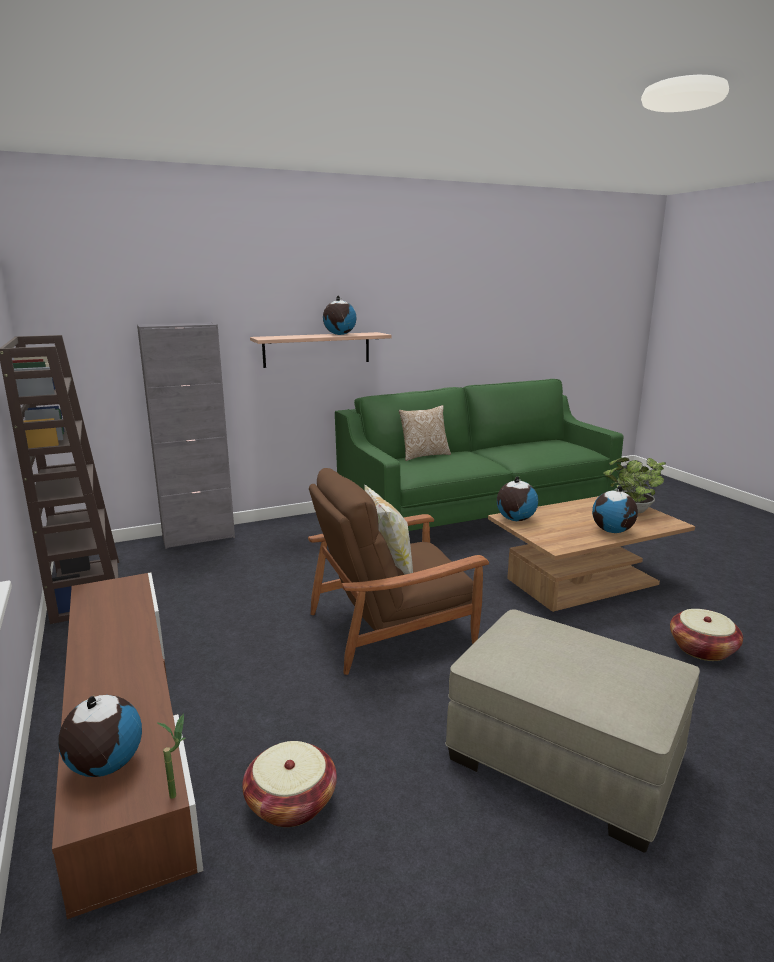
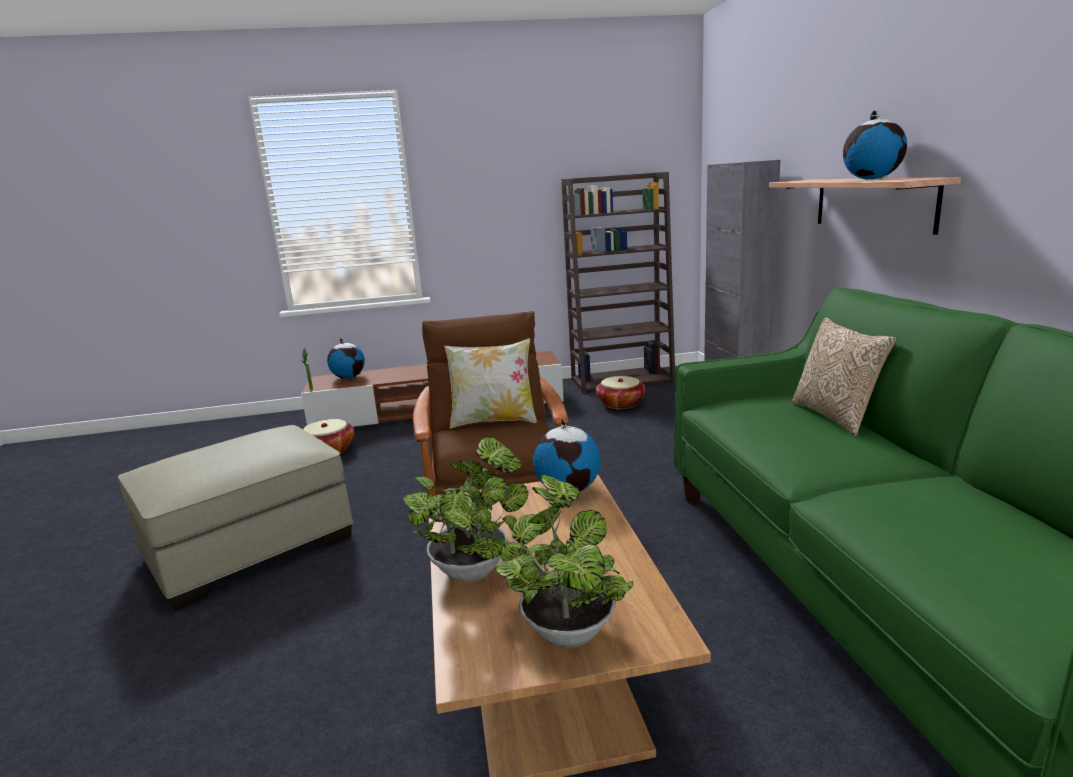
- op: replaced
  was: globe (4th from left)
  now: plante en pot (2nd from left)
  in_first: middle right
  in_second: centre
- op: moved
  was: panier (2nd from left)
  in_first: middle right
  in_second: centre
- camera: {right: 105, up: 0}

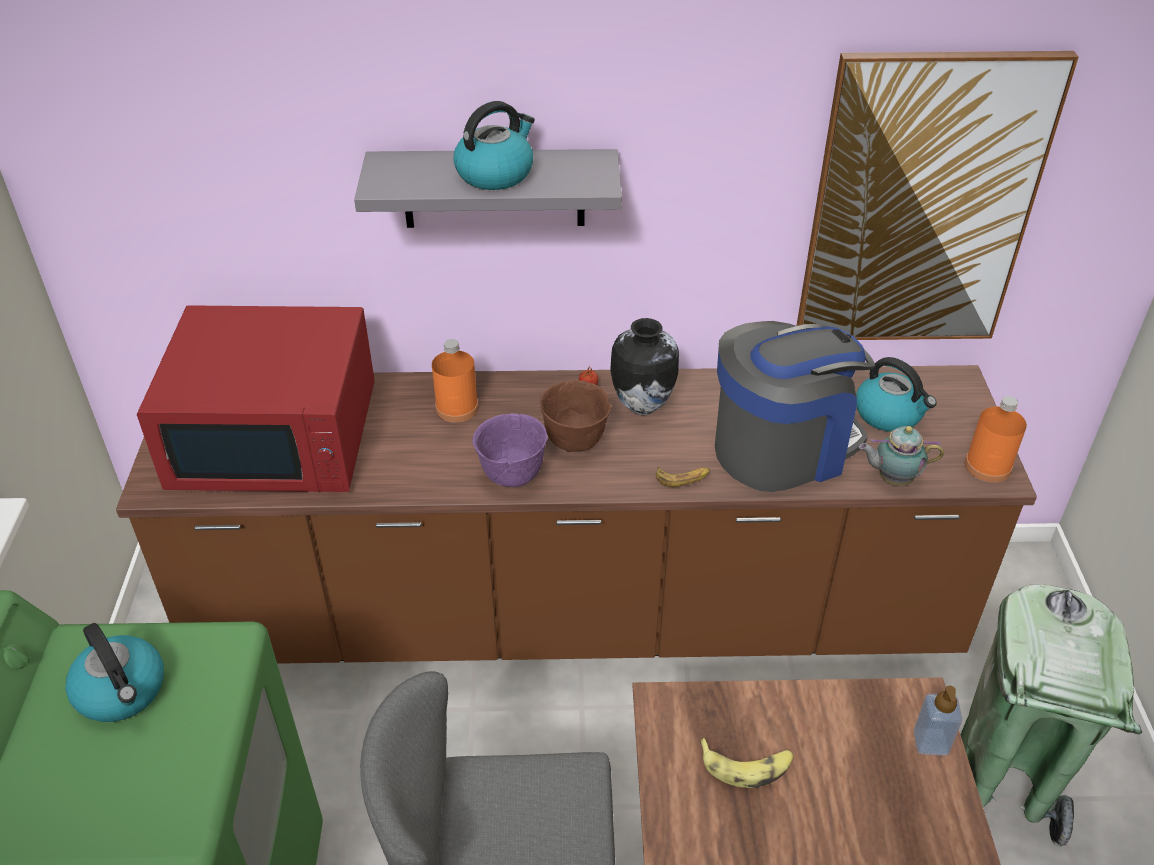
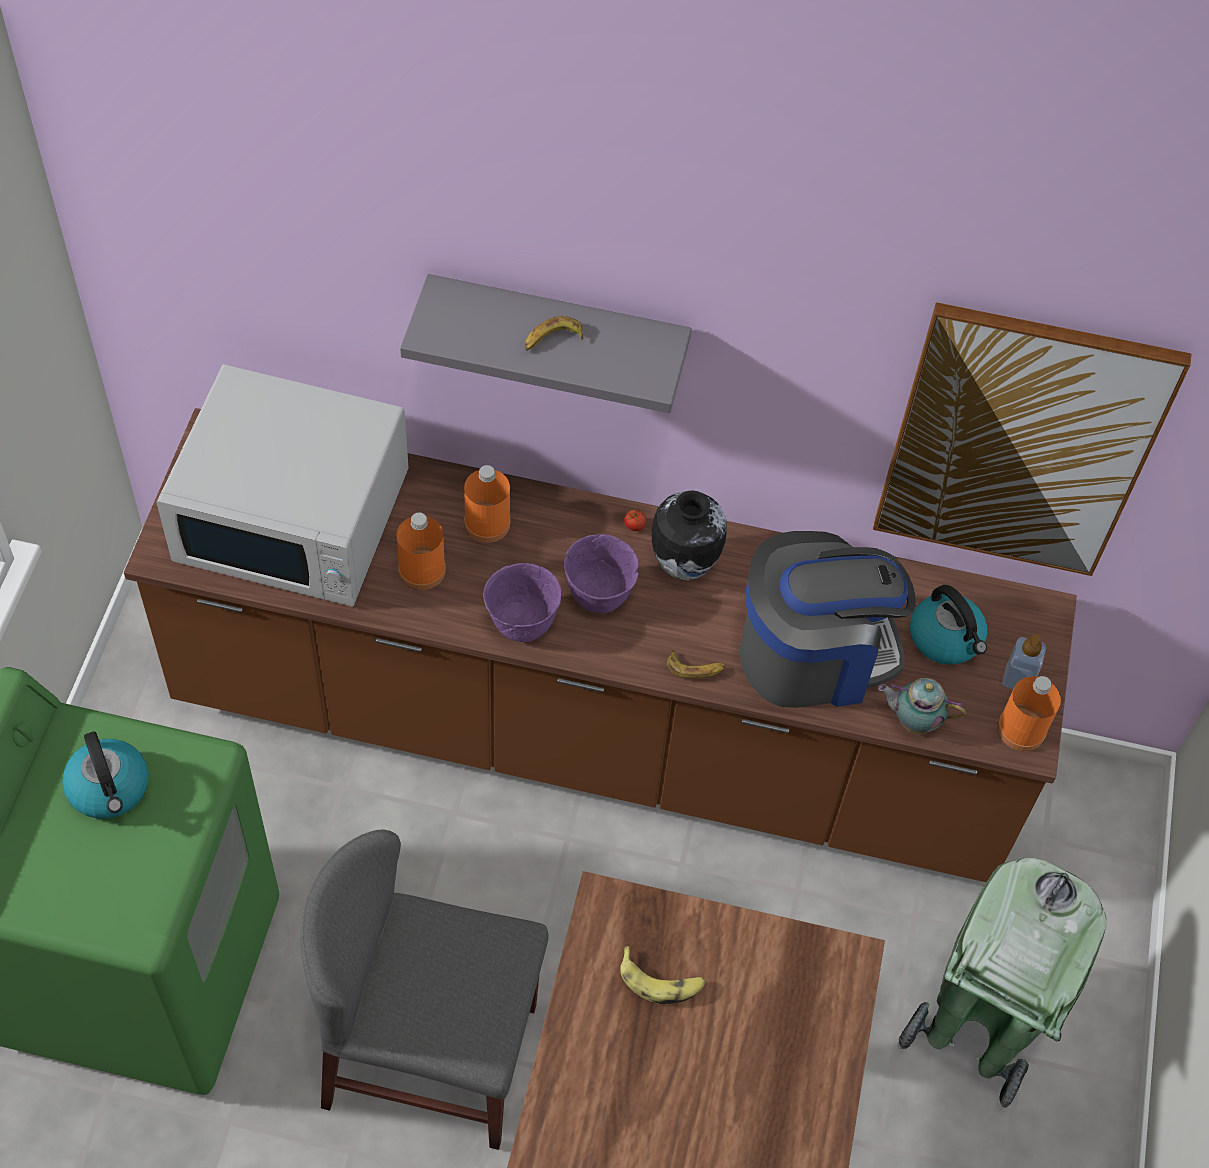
- op: recoloured
  was: micro-ondes (rouge)
  now: micro-ondes (blanc)
  in_first: middle left
  in_second: middle left
- op: added
  now: bouteille (orange) (1st from left)
  in_second: centre
- op: replaced
  was: bouilloire (2nd from left)
  now: banane (1st from left)
  in_first: top centre
  in_second: top centre
- op: recoloured
  was: bol (marron)
  now: bol (violet) (2nd from left)
  in_first: centre
  in_second: centre
- op: moved
  was: distributeur de savon
  in_first: bottom right
  in_second: middle right
- camera: {right: 10, up: 15}

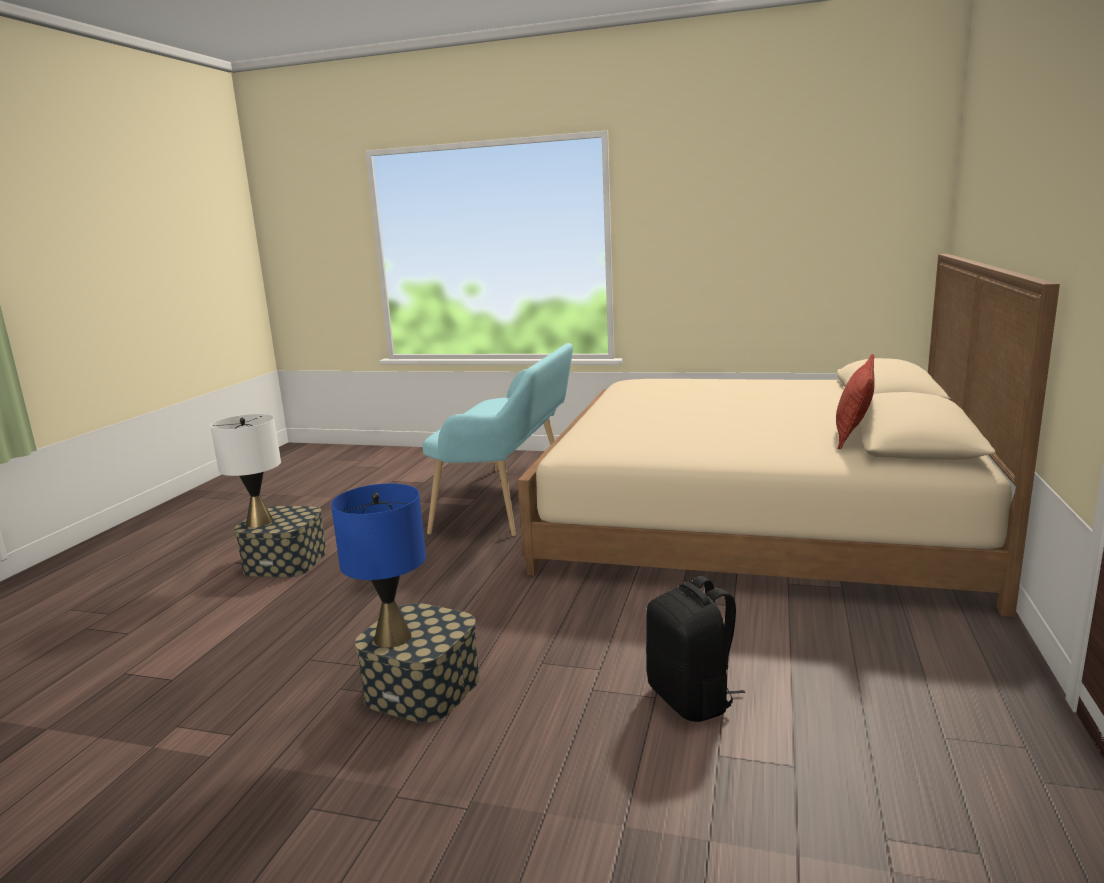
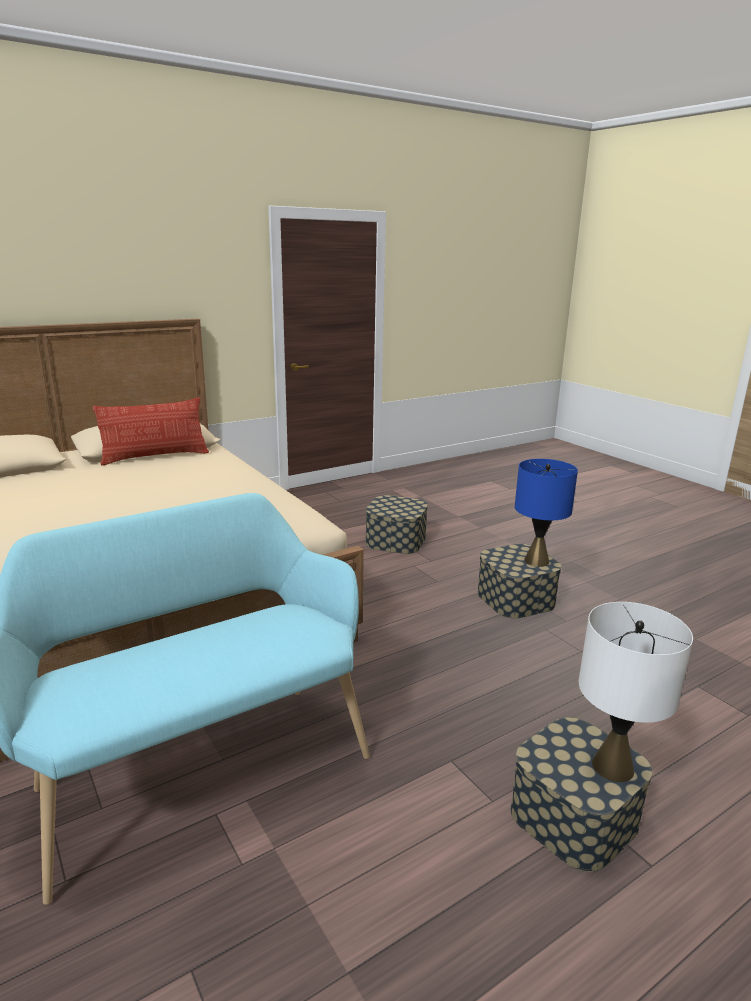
- op: replaced
  was: sac à dos (noir)
  now: boîte de rangement (1st from left)
  in_first: bottom centre
  in_second: centre
- camera: {right: -140, up: 5}

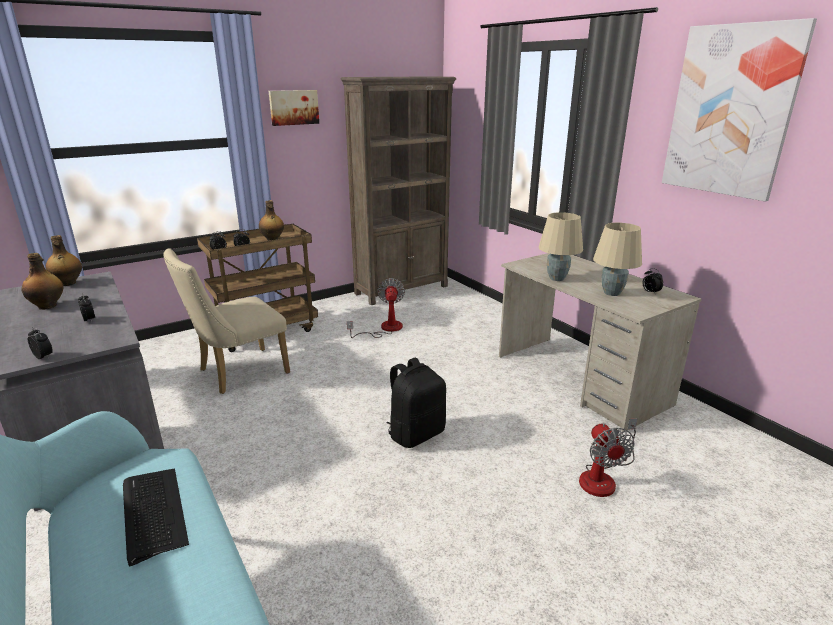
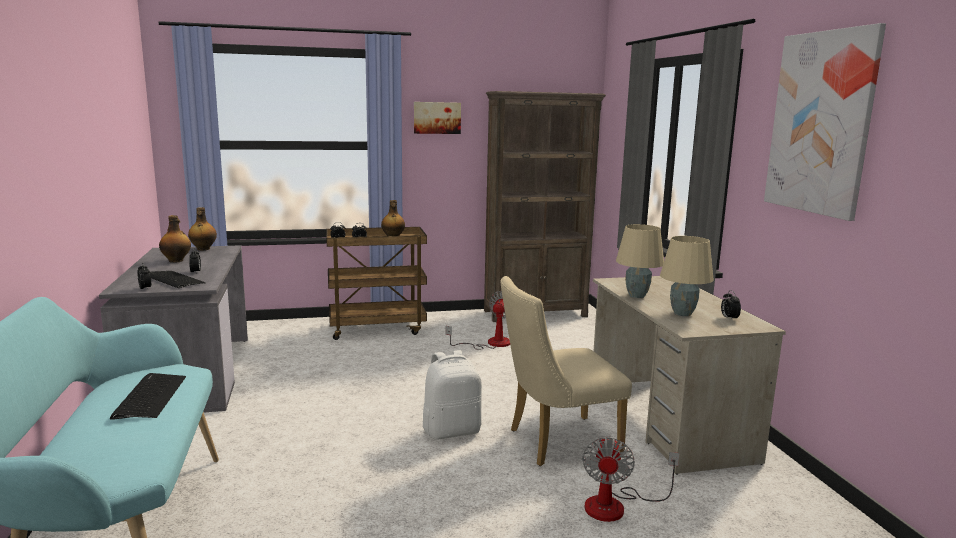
- op: added
  now: clavier (2nd from left)
  in_second: middle left
- op: recoloured
  was: sac à dos (noir)
  now: sac à dos (blanc)
  in_first: centre
  in_second: bottom centre
- op: moved
  was: chaise (beige)
  in_first: middle left
  in_second: bottom centre
- camera: {right: 20, up: -10}

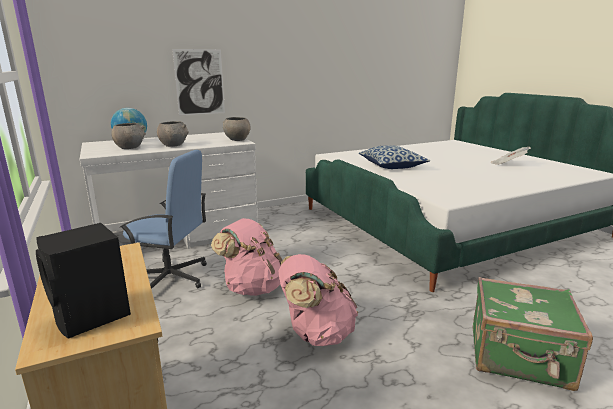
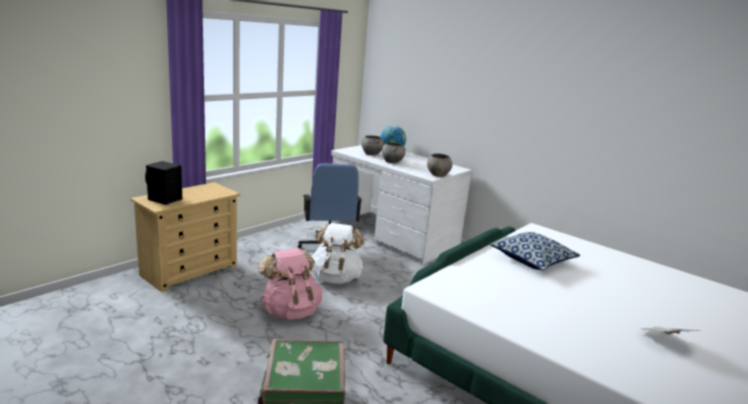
- op: recoloured
  was: sac à dos (rose) (1st from left)
  now: sac à dos (blanc)
  in_first: centre
  in_second: centre
- op: removed
  was: tableau
  in_first: top left
- camera: {right: 65, up: 0}

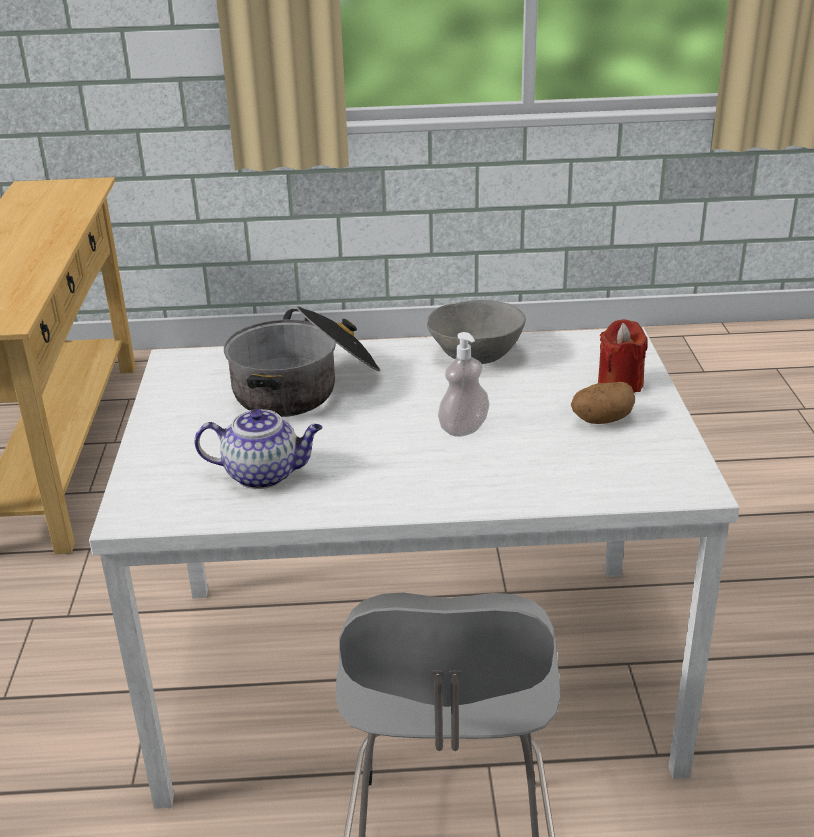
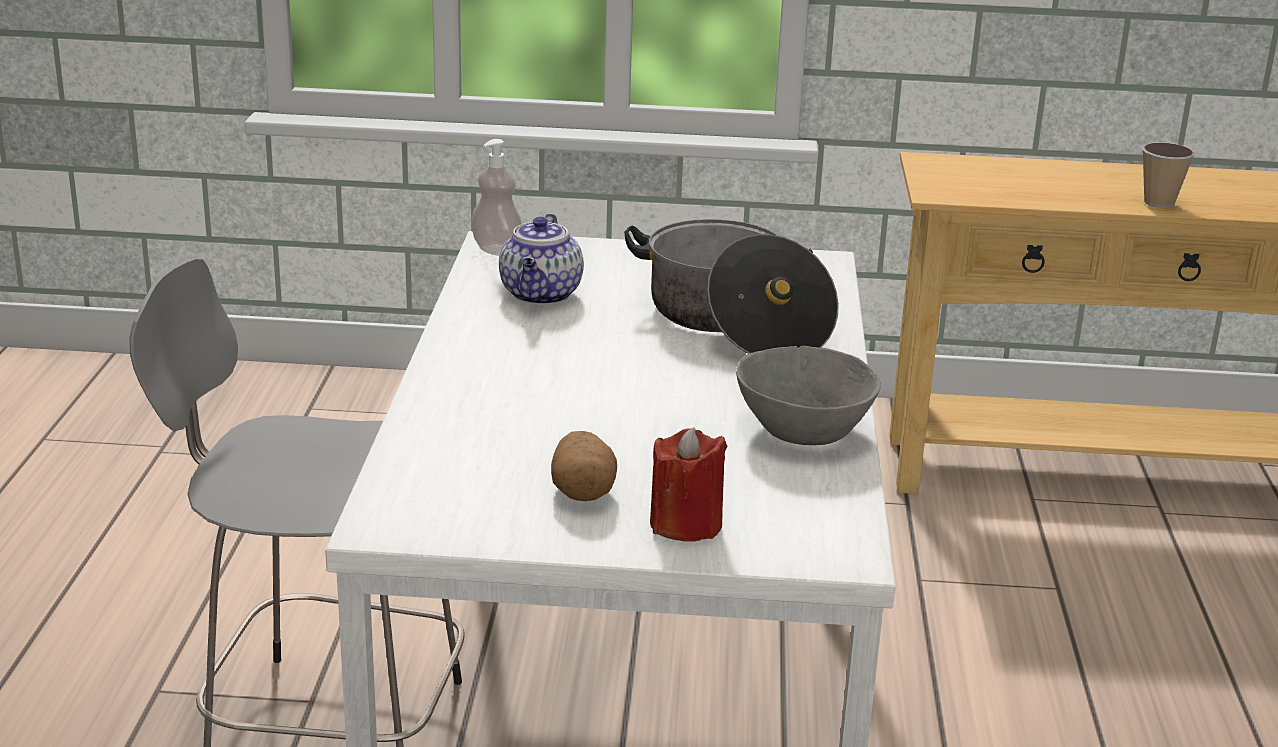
- op: moved
  was: distributeur de savon
  in_first: centre
  in_second: top centre
- op: added
  now: tasse
  in_second: top right
- camera: {right: 95, up: -5}

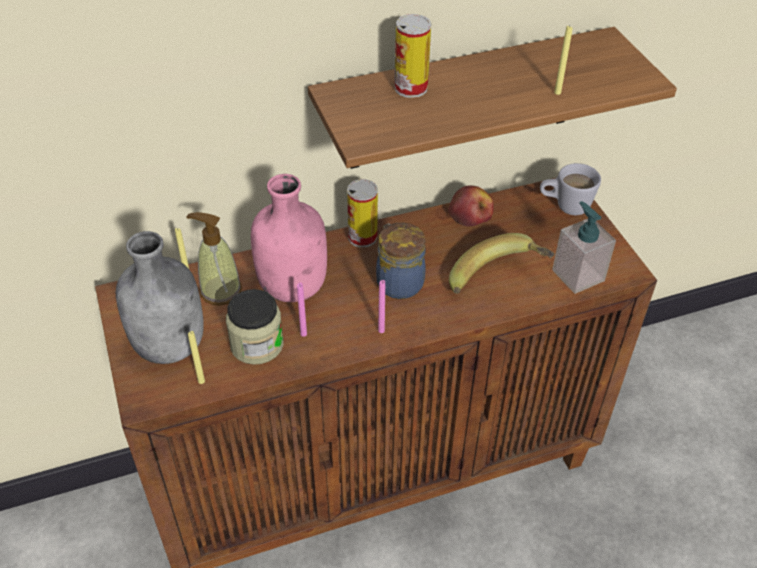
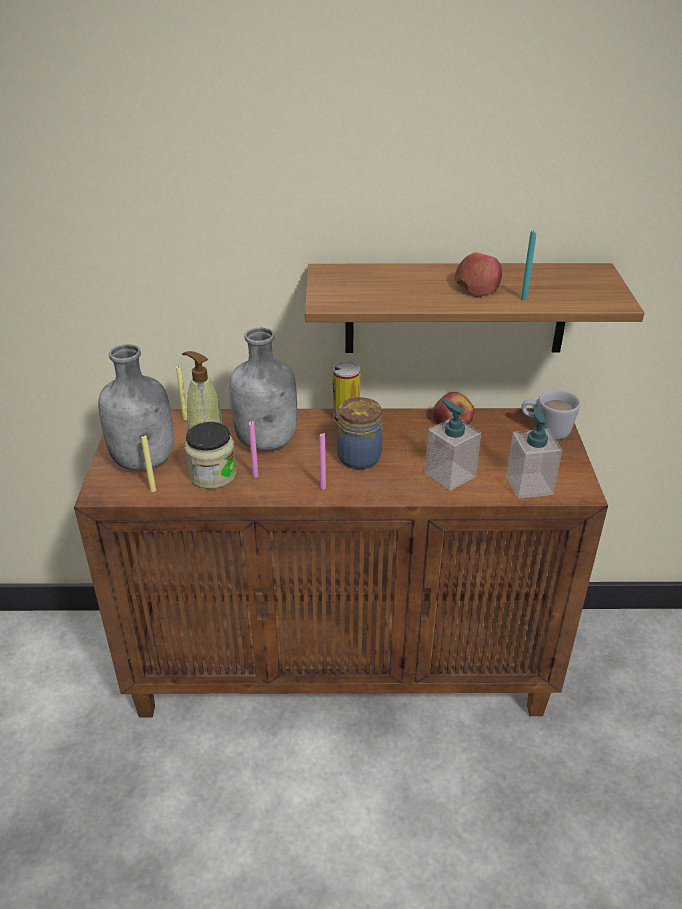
- op: recoloured
  was: bouteille (rose)
  now: bouteille (gris) (2nd from left)
  in_first: centre
  in_second: centre
- op: replaced
  was: banane
  now: distributeur de savon (2nd from left)
  in_first: centre
  in_second: centre
- op: added
  now: pomme (2nd from left)
  in_second: top right
- op: recoloured
  was: bougie (jaune) (3rd from left)
  now: bougie (turquoise)
  in_first: top right
  in_second: top right
- op: removed
  was: boîte métallique (2nd from left)
  in_first: top centre
- camera: {right: 20, up: -10}

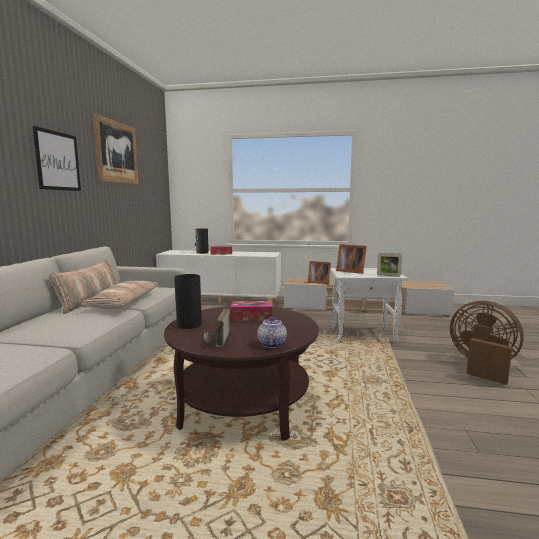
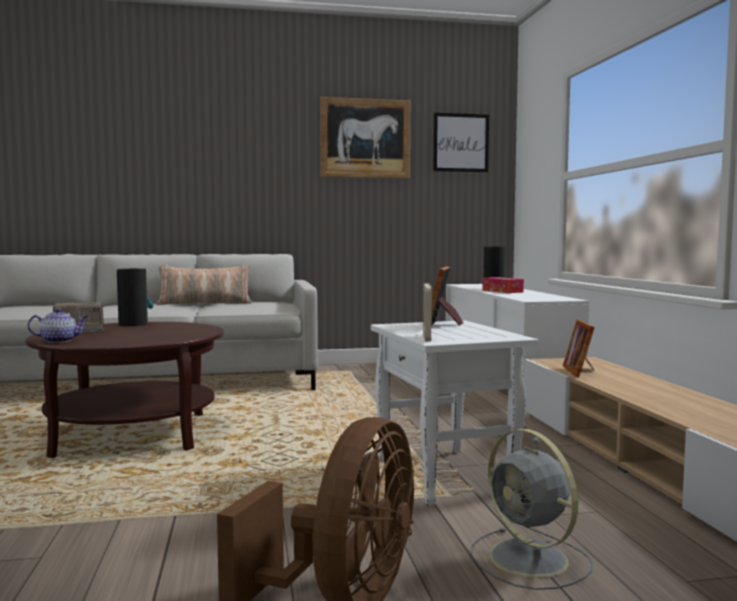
- op: moved
  was: tableau (1st from left in the first image)
  now: tableau (2nd from left)
  in_first: top left
  in_second: top centre
- op: added
  now: ventilateur (gris)
  in_second: bottom right
- op: removed
  was: coussin (2nd from left)
  in_first: middle left
- op: removed
  was: boîte à mouchoirs (2nd from left)
  in_first: centre
- camera: {right: 70, up: -5}

